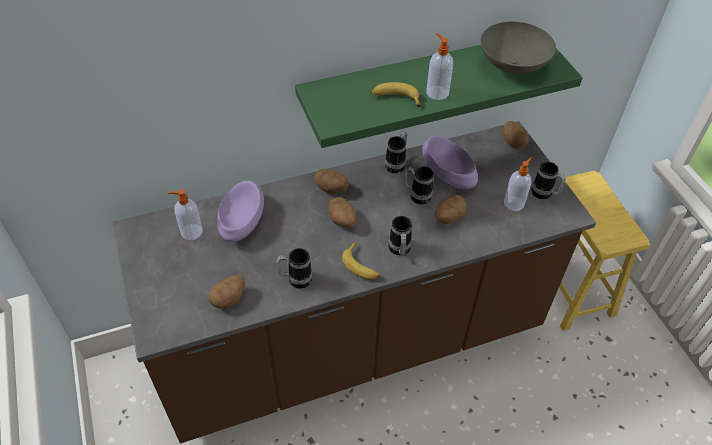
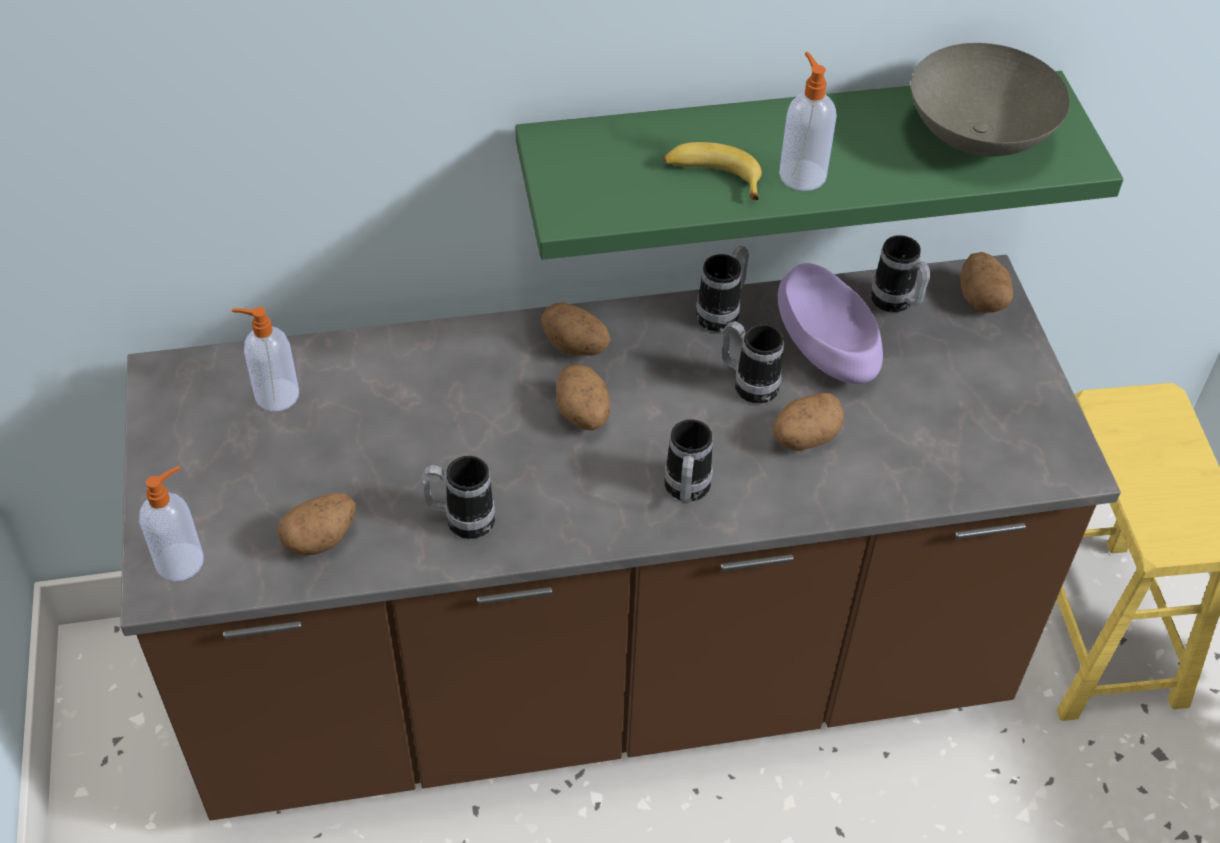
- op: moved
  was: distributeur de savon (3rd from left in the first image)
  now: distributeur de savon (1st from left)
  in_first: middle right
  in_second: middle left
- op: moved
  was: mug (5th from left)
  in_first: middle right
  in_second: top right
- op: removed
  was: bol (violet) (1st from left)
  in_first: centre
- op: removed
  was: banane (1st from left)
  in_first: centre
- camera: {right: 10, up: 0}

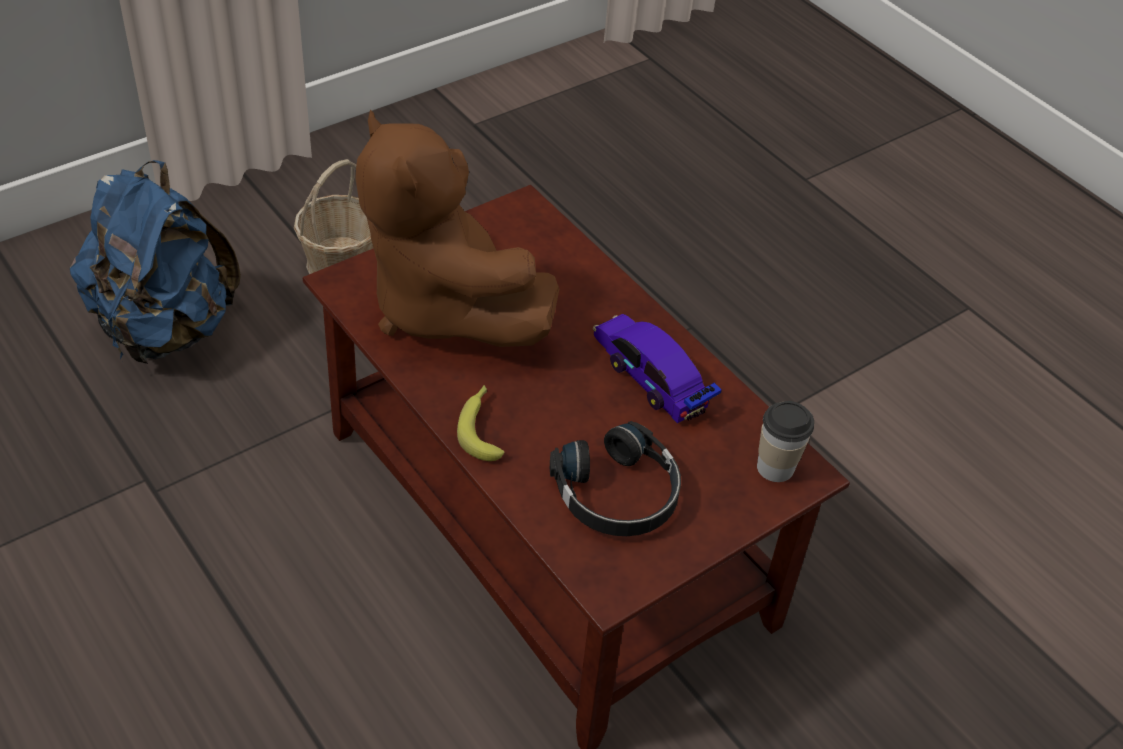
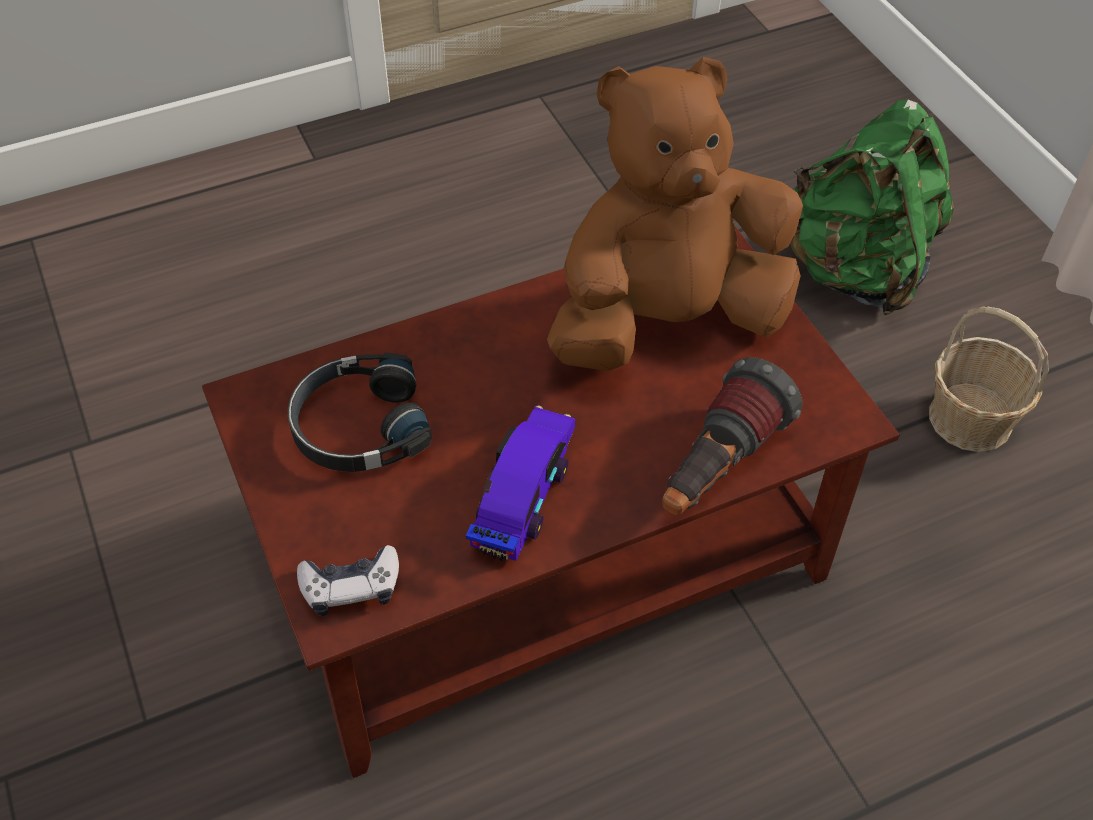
- op: replaced
  was: tasse
  now: manette
  in_first: middle right
  in_second: bottom left
- op: turned
  was: petite voiture
  in_first: centre
  in_second: centre
  clockwise: -45
- op: added
  now: lampe de poche
  in_second: middle right
- op: recoloured
  was: sac à dos (bleu)
  now: sac à dos (vert)
  in_first: middle left
  in_second: top right
- op: removed
  was: banane
  in_first: centre
- camera: {right: 105, up: 5}

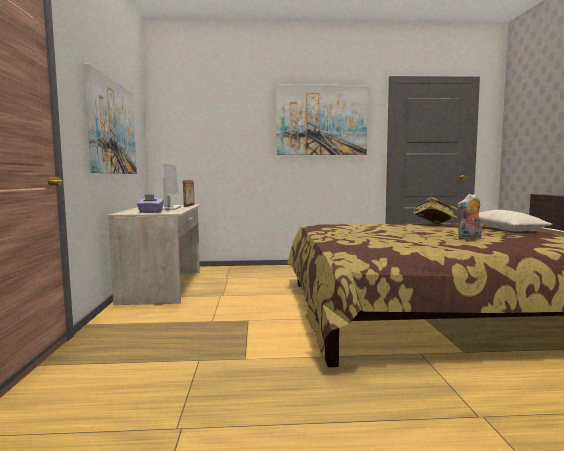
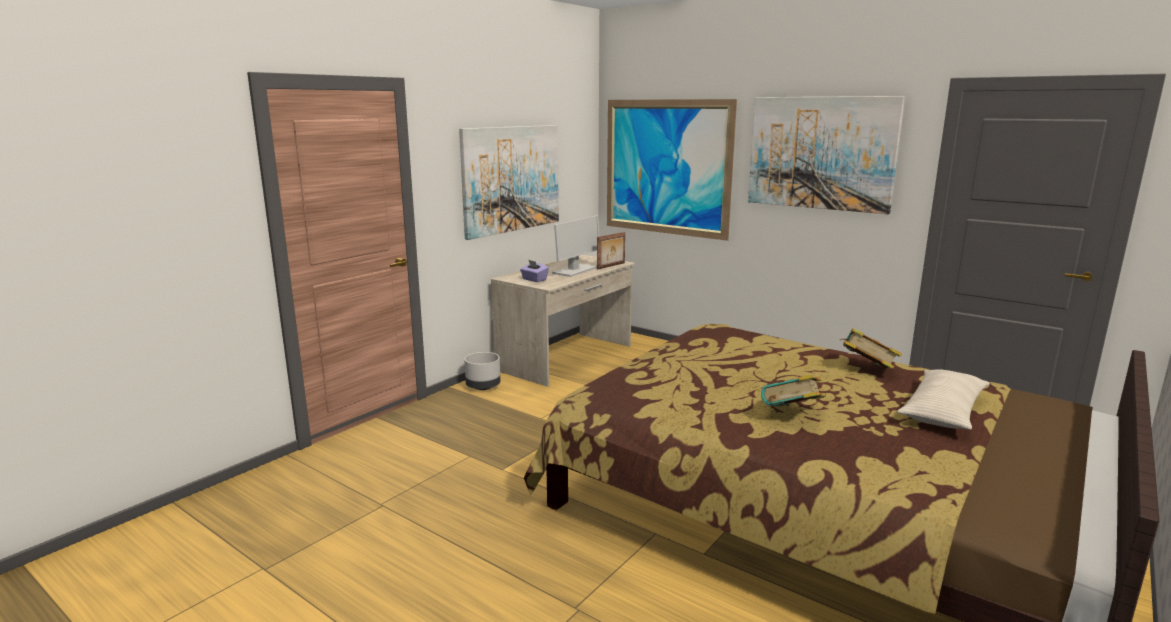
- op: added
  now: cache-pot (gris)
  in_second: centre
- op: added
  now: tableau (2nd from left)
  in_second: top centre
- op: replaced
  was: peluche
  now: livre (1st from left)
  in_first: middle right
  in_second: middle right
- camera: {right: 40, up: 10}

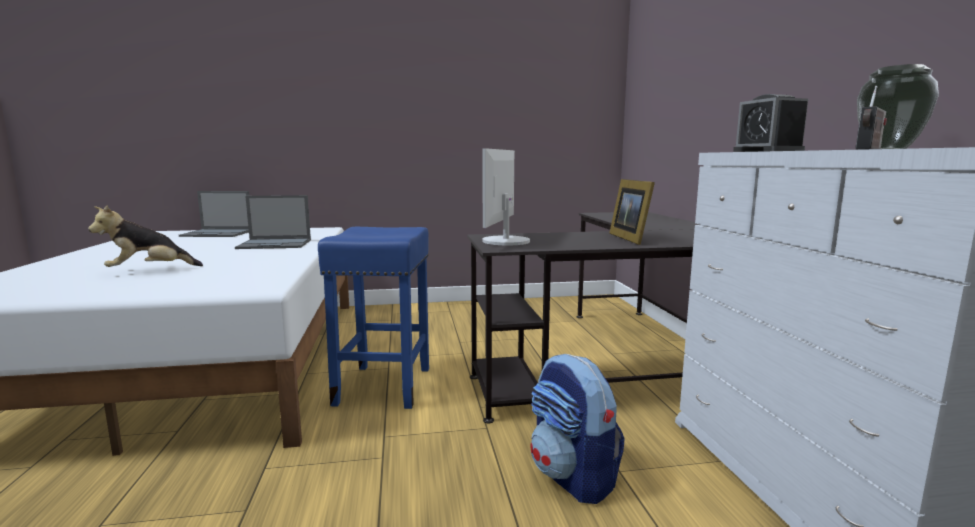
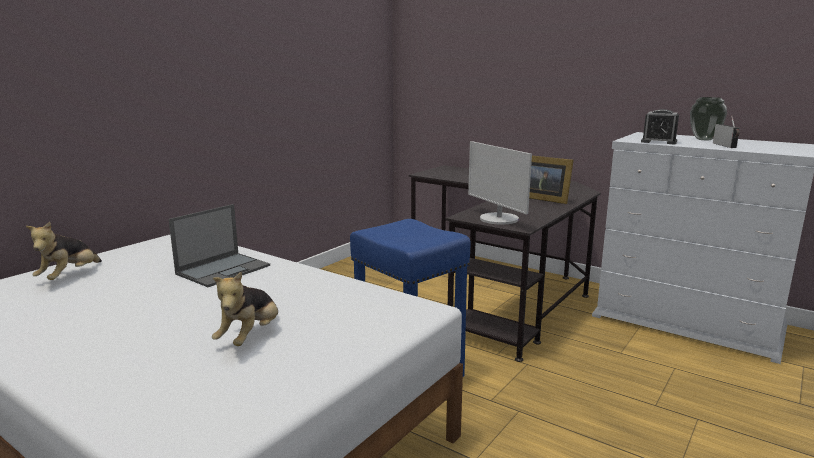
- op: replaced
  was: ordinateur portable (1st from left)
  now: peluche (1st from left)
  in_first: middle left
  in_second: middle left
- op: removed
  was: sac à dos
  in_first: bottom centre
- camera: {right: -45, up: 5}

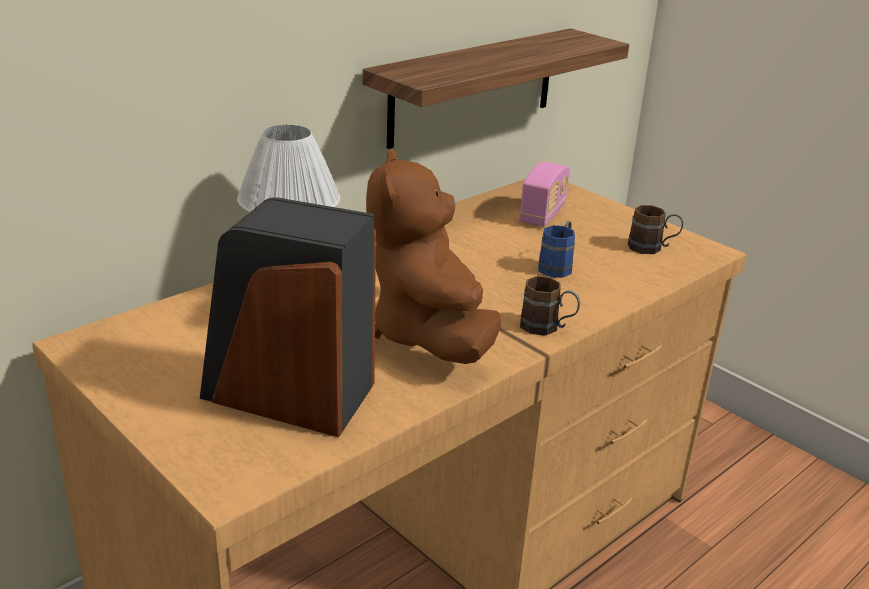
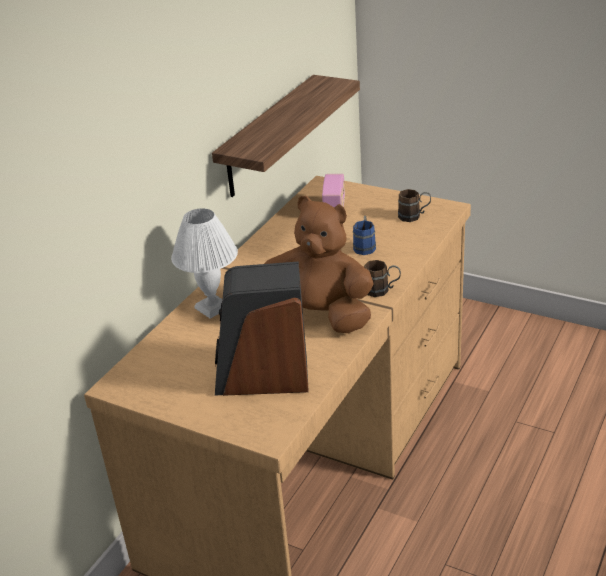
- op: turned
  was: peluche (marron)
  in_first: centre
  in_second: centre
  clockwise: 135
- camera: {right: -15, up: 5}

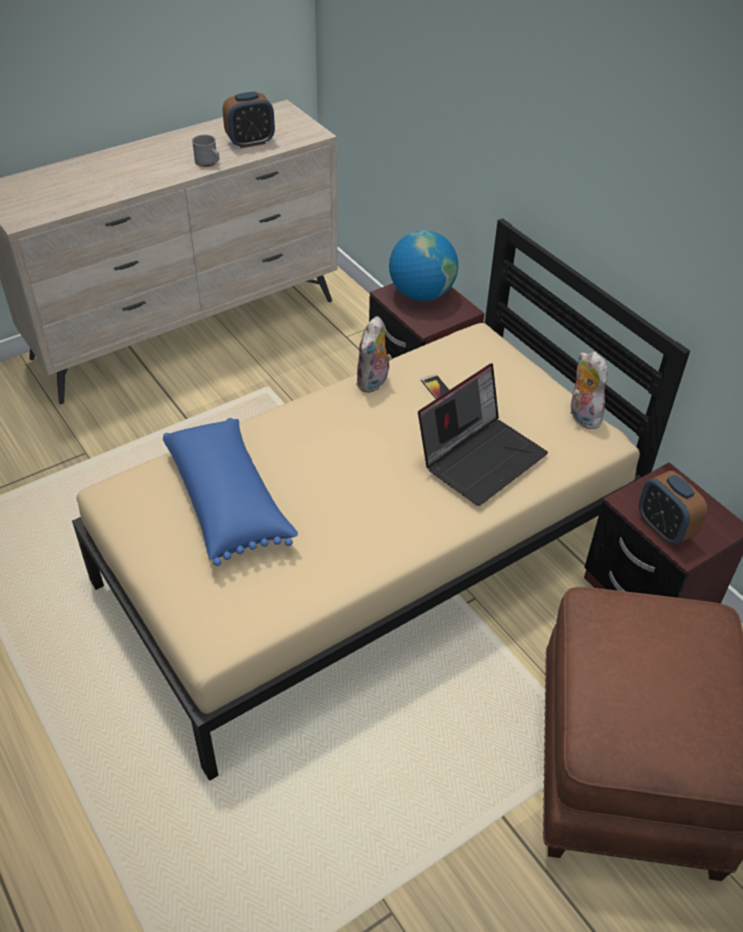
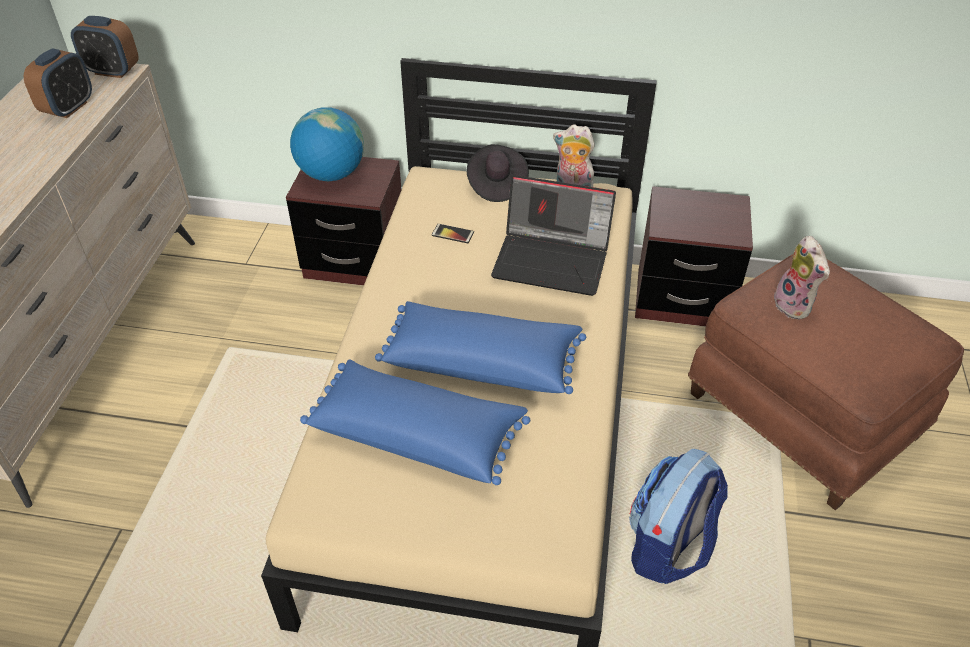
- op: moved
  was: réveil (2nd from left)
  in_first: middle right
  in_second: top left
- op: added
  now: coussin (bleu) (2nd from left)
  in_second: centre
- op: added
  now: chapeau (noir)
  in_second: top centre
- op: turned
  was: ordinateur portable
  in_first: centre
  in_second: centre
  clockwise: 105
- op: added
  now: sac à dos
  in_second: bottom right
- op: moved
  was: peluche (1st from left in the first image)
  now: peluche (2nd from left)
  in_first: centre
  in_second: middle right
- op: removed
  was: mug (gris)
  in_first: top left
- camera: {right: -45, up: 0}

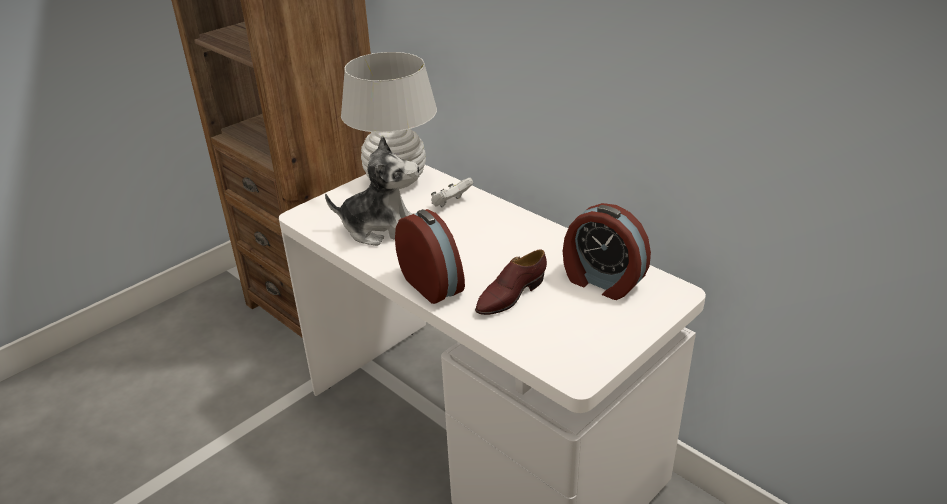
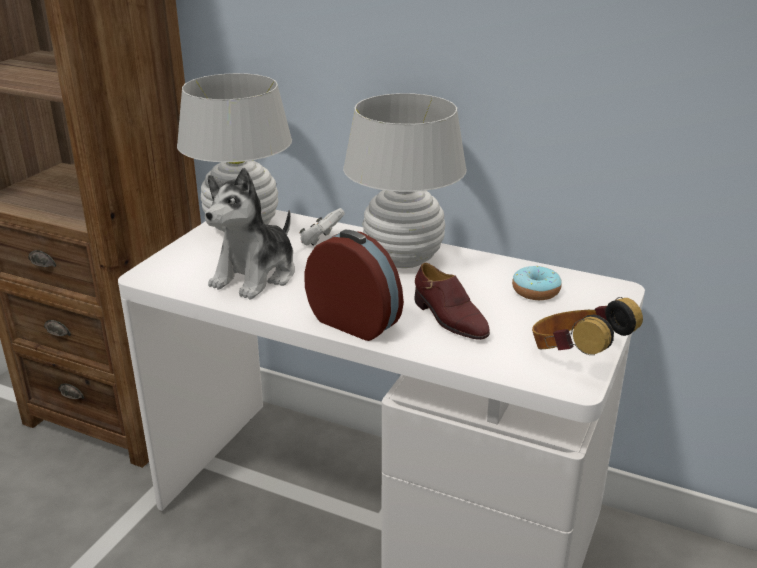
- op: turned
  was: peluche
  in_first: centre
  in_second: middle left
  clockwise: 135
- op: added
  now: lampe de table (blanc) (2nd from left)
  in_second: top centre
- op: turned
  was: chaussure (marron)
  in_first: centre
  in_second: centre
  clockwise: -60
- op: replaced
  was: réveil (2nd from left)
  now: beignet
  in_first: centre
  in_second: middle right
- op: added
  now: casque audio
  in_second: middle right
- camera: {right: -20, up: -5}

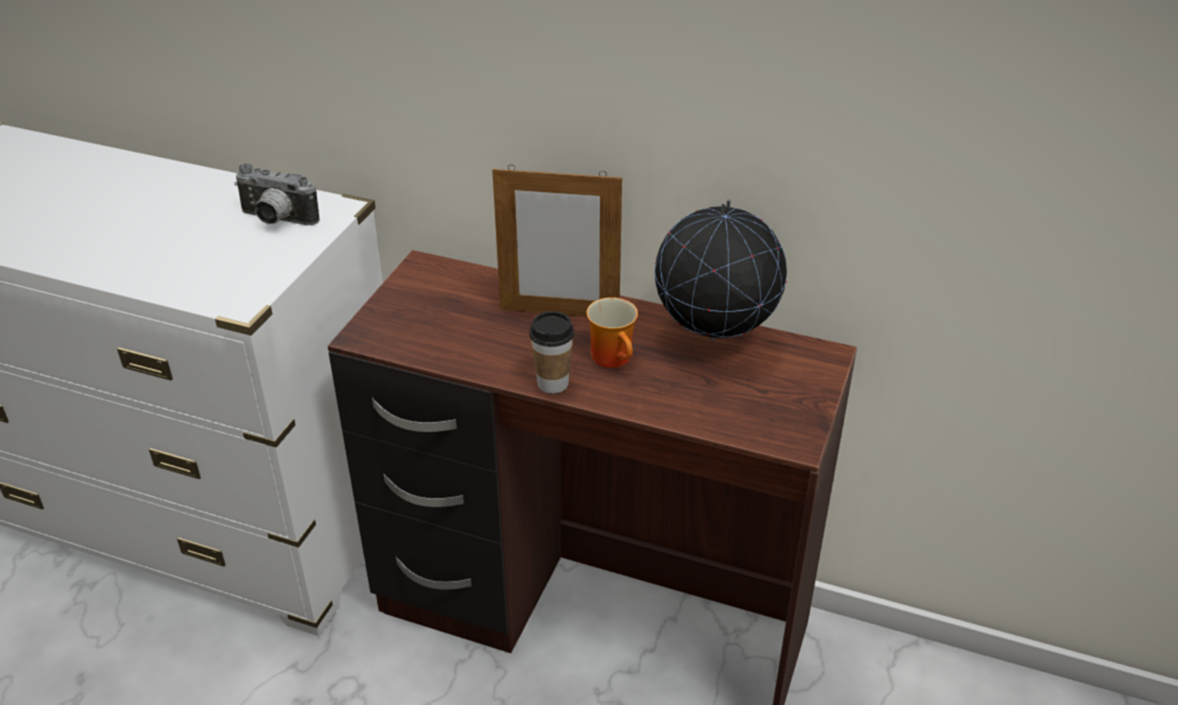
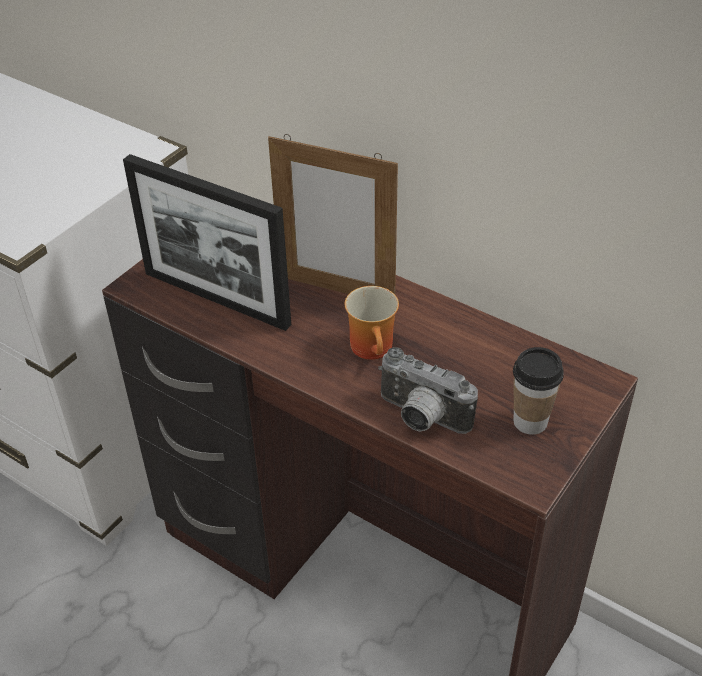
- op: added
  now: cadre photo (1st from left)
  in_second: middle left
- op: moved
  was: appareil photo
  in_first: top left
  in_second: centre
- op: moved
  was: tasse
  in_first: centre
  in_second: middle right
- op: removed
  was: globe
  in_first: centre
- camera: {right: 15, up: 5}

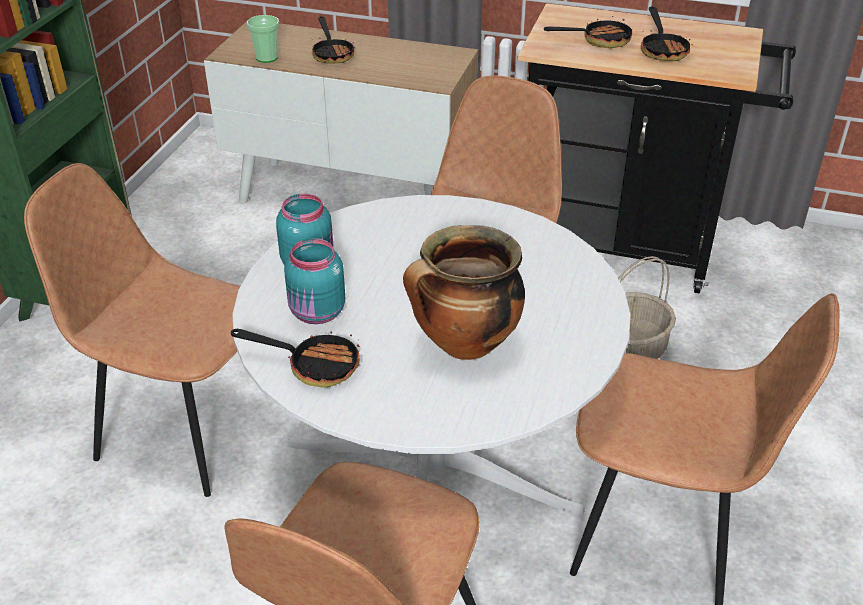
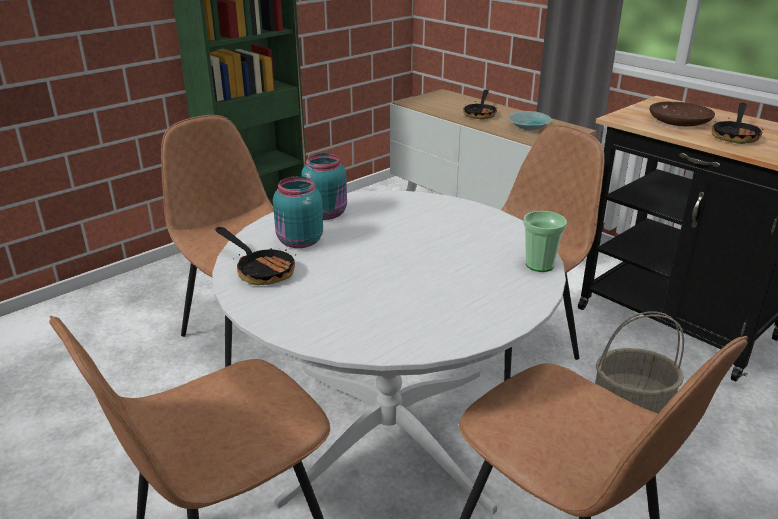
- op: added
  now: bol (turquoise)
  in_second: top right
- op: moved
  was: tasse
  in_first: top left
  in_second: middle right
- op: replaced
  was: poêle (3rd from left)
  now: assiette (marron)
  in_first: top right
  in_second: top right
- op: removed
  was: marmite
  in_first: centre
- camera: {right: 30, up: -10}

